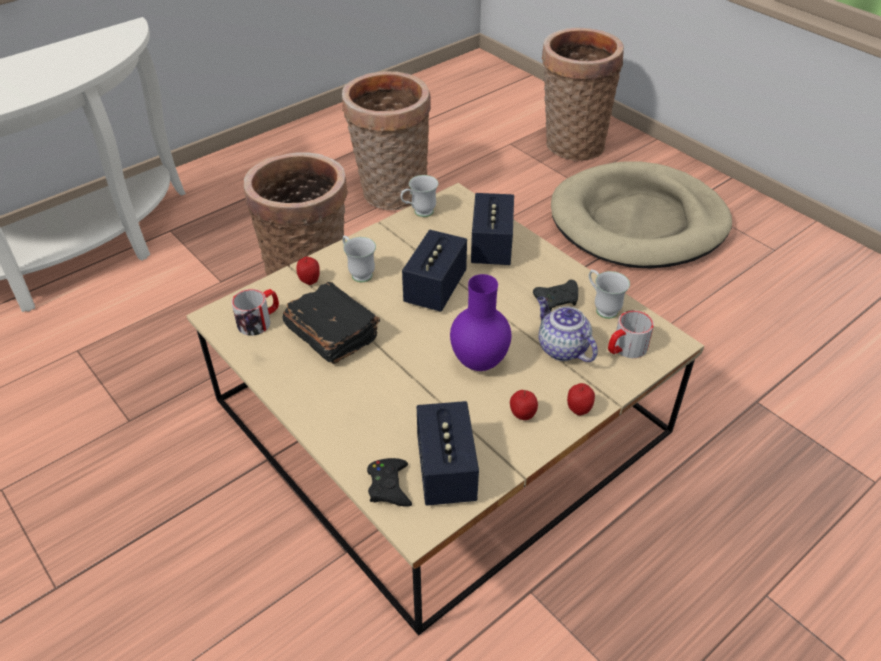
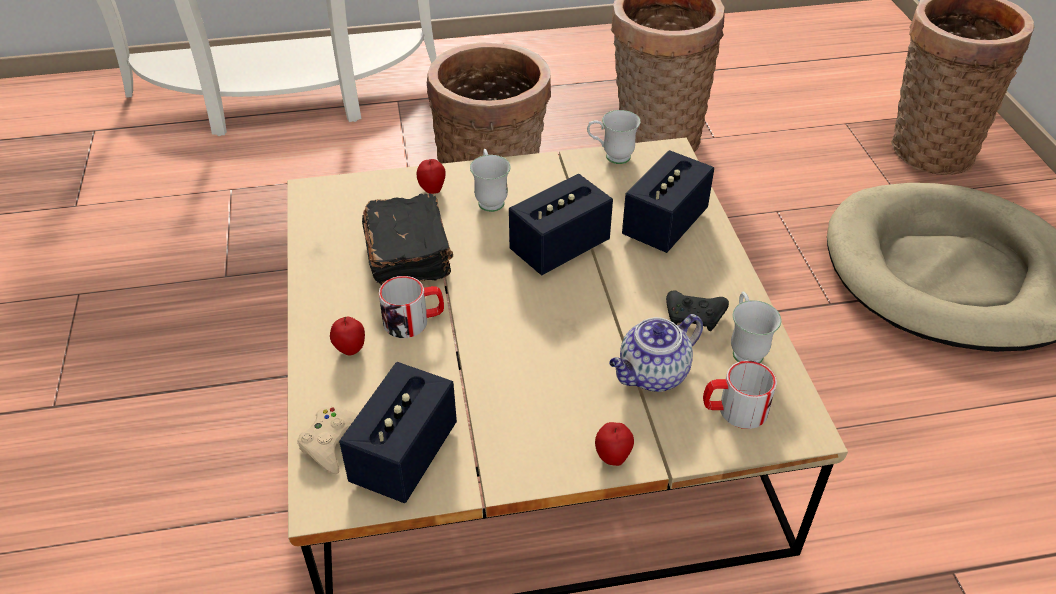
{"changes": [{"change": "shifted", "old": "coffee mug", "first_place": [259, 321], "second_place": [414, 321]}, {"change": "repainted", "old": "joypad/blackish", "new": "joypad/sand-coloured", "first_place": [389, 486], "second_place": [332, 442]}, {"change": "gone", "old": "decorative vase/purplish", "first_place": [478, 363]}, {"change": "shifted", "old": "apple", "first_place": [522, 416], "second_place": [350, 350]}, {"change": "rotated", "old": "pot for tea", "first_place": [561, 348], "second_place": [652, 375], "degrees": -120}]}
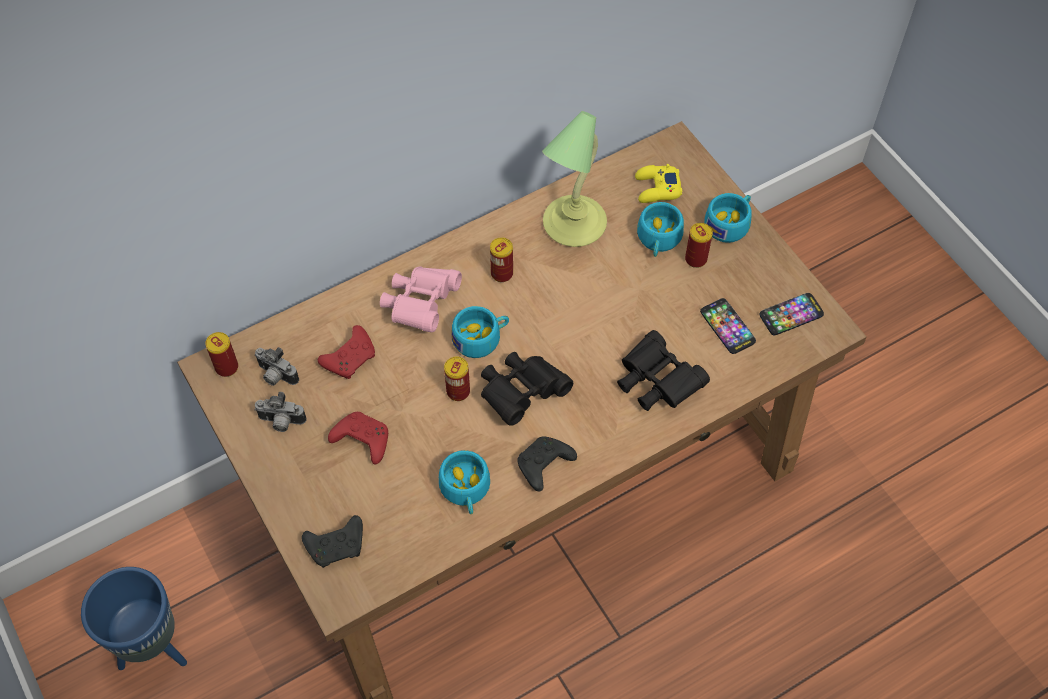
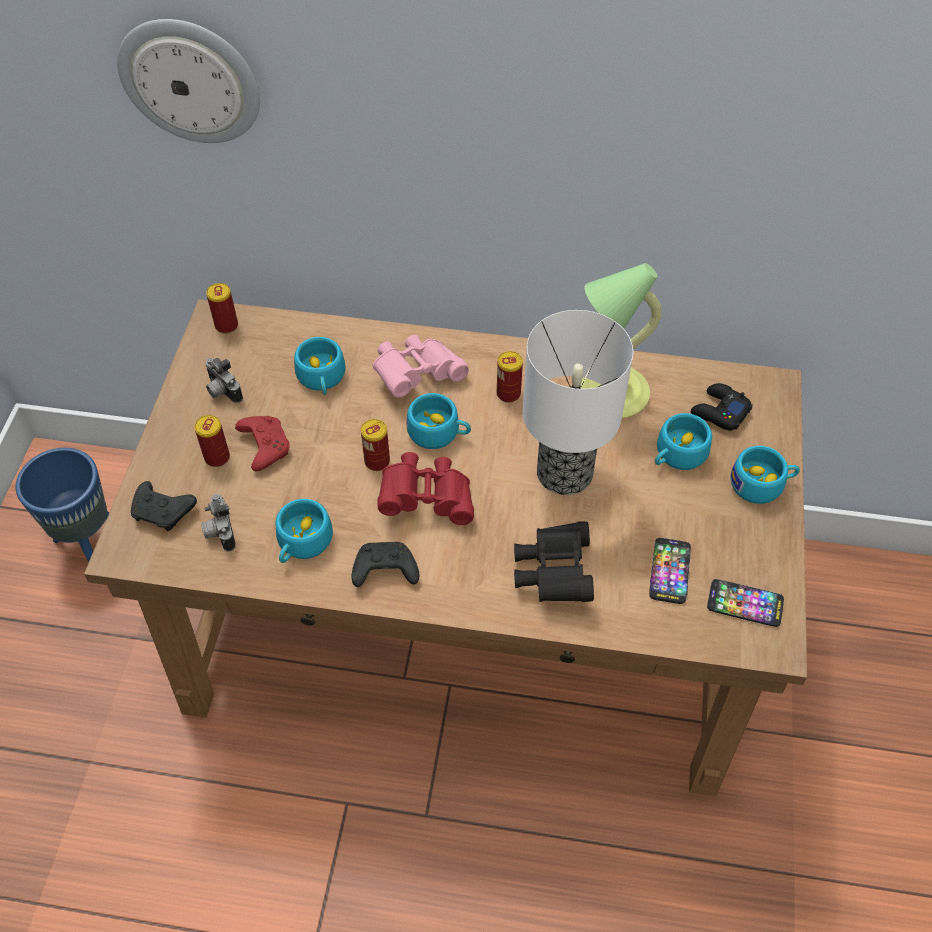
{"changes": [{"change": "shifted", "old": "still camera", "first_place": [275, 376], "second_place": [219, 531]}, {"change": "swapped", "old": "joypad/red-coloured", "new": "drinking cup/turquoise-coloured", "first_place": [351, 358], "second_place": [322, 379]}, {"change": "repainted", "old": "pair of binoculars/blackish", "new": "pair of binoculars/red-coloured", "first_place": [521, 393], "second_place": [427, 499]}, {"change": "repainted", "old": "joypad/yellow", "new": "joypad/blackish", "first_place": [657, 188], "second_place": [719, 412]}, {"change": "shifted", "old": "can", "first_place": [696, 259], "second_place": [217, 457]}, {"change": "new", "new": "wall clock", "second_place": [190, 80]}, {"change": "new", "new": "lamp for a table", "second_place": [566, 473]}]}
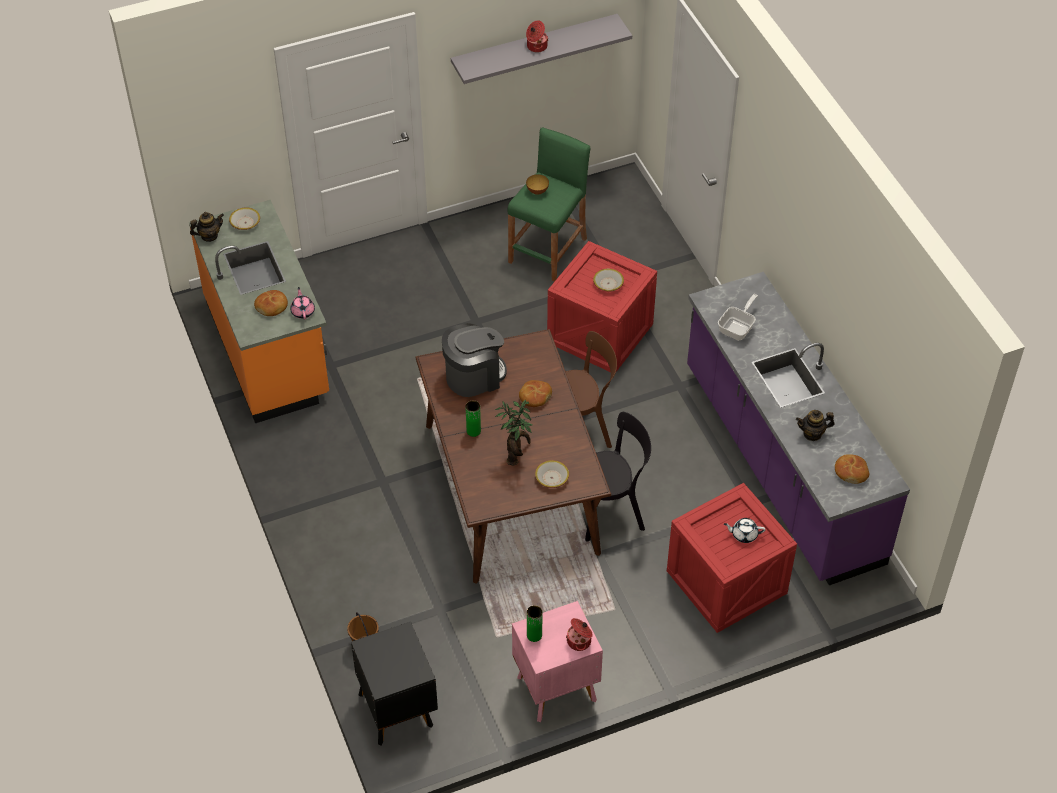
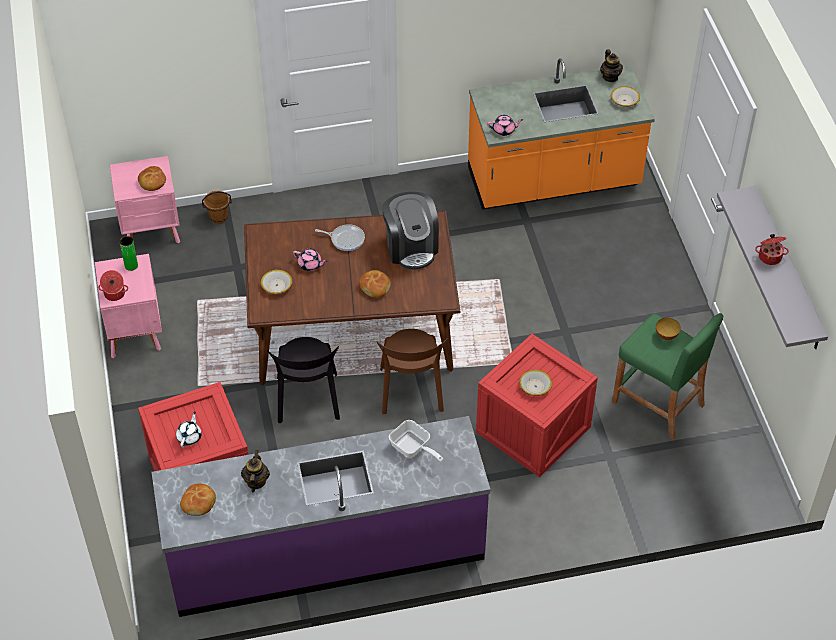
{"changes": [{"change": "shifted", "old": "bakery bread", "first_place": [272, 307], "second_place": [152, 182]}, {"change": "repainted", "old": "bedside table/blackish", "new": "bedside table/pink", "first_place": [396, 708], "second_place": [152, 231]}, {"change": "swapped", "old": "decorative vase/green", "new": "skillet", "first_place": [473, 431], "second_place": [345, 239]}, {"change": "swapped", "old": "plant in a pot", "new": "pot for tea/pink", "first_place": [516, 455], "second_place": [310, 265]}]}
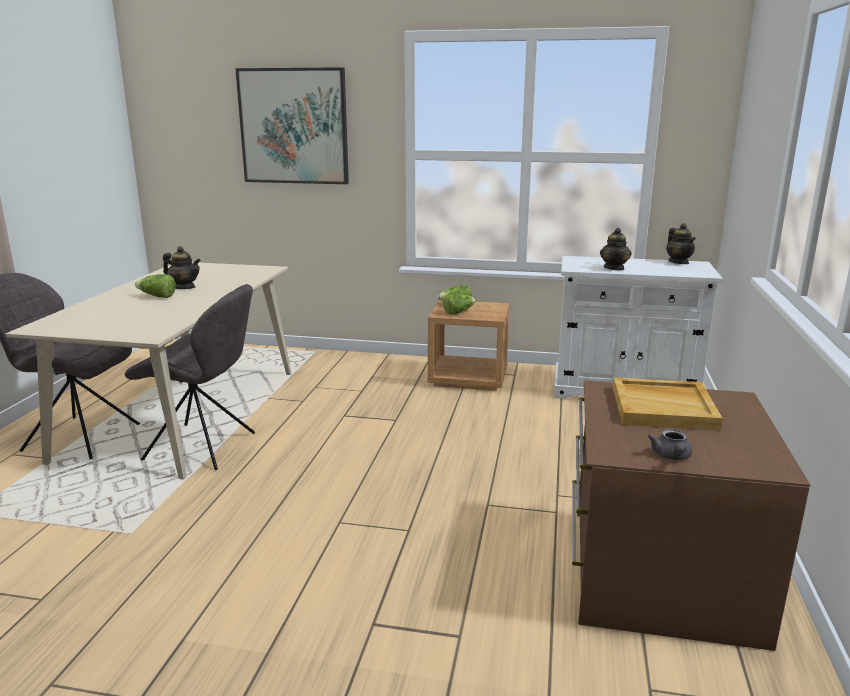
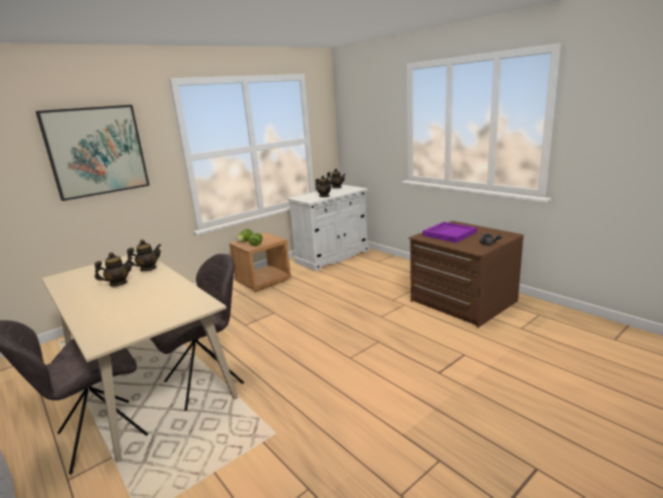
{"changes": [{"change": "gone", "old": "lettuce", "first_place": [157, 296]}, {"change": "repainted", "old": "serving tray/sand-coloured", "new": "serving tray/purplish", "first_place": [663, 407], "second_place": [449, 234]}, {"change": "new", "new": "pot for tea", "second_place": [148, 269]}]}
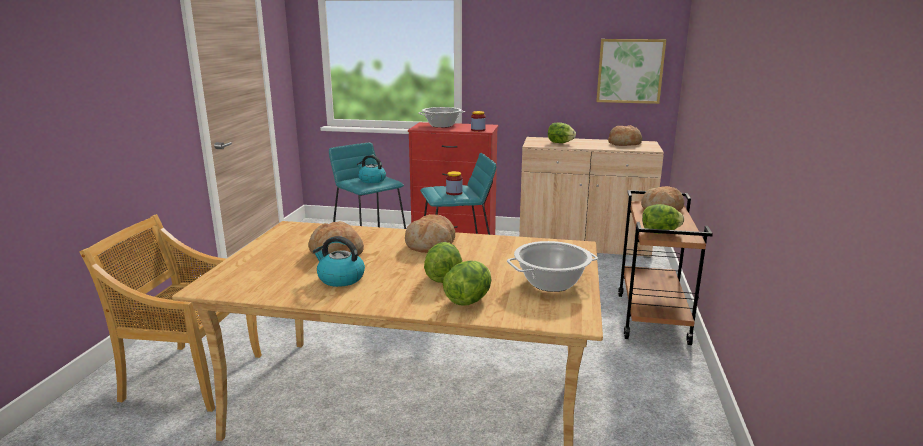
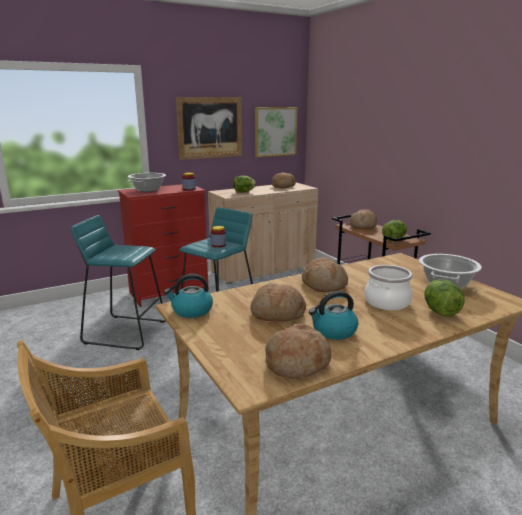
{"changes": [{"change": "shifted", "old": "kettle", "first_place": [371, 180], "second_place": [191, 311]}, {"change": "swapped", "old": "lettuce", "new": "saucepot", "first_place": [443, 276], "second_place": [387, 302]}, {"change": "new", "new": "picture", "second_place": [210, 127]}, {"change": "new", "new": "bakery bread", "second_place": [297, 362]}]}
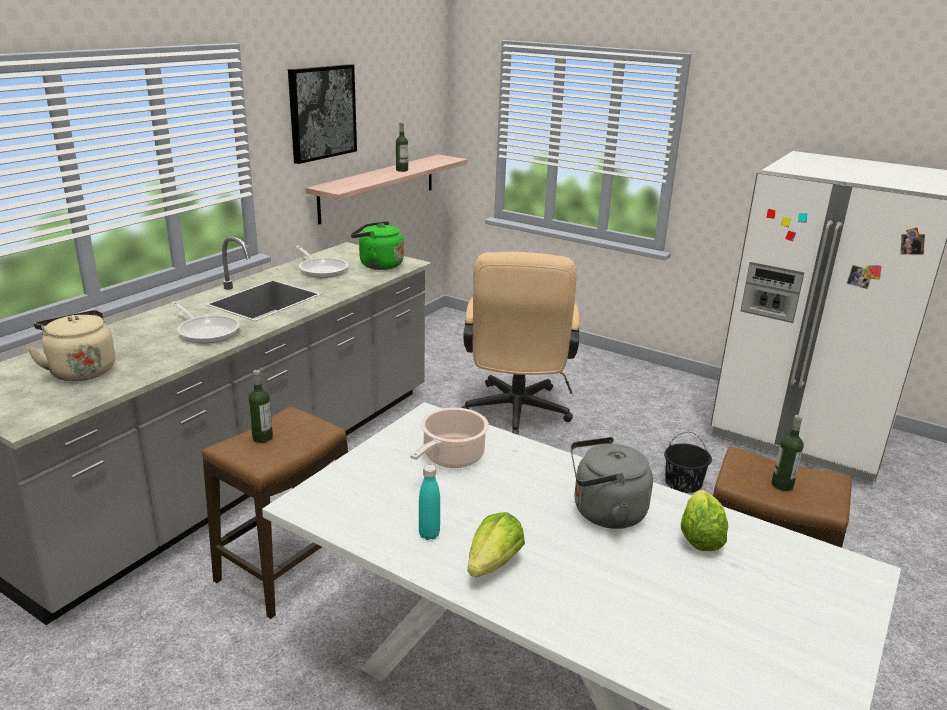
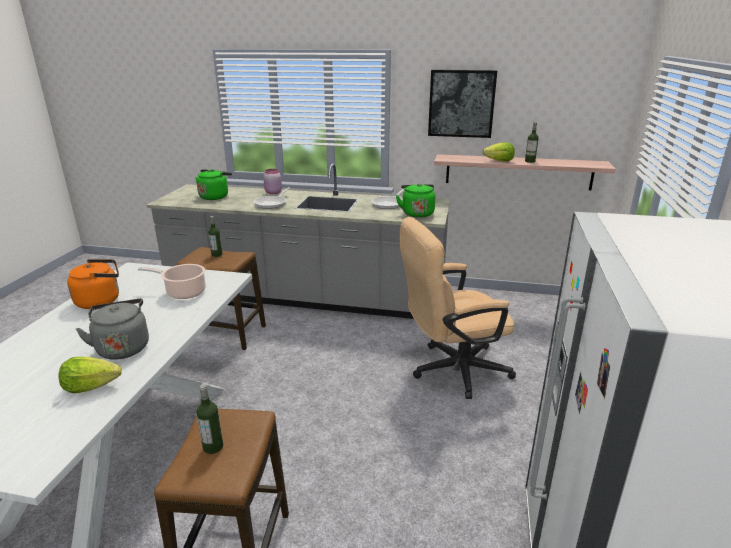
{"changes": [{"change": "repainted", "old": "kettle/sand-coloured", "new": "kettle/green", "first_place": [81, 370], "second_place": [215, 196]}, {"change": "swapped", "old": "drink bottle/turquoise-coloured", "new": "kettle/orangey", "first_place": [429, 534], "second_place": [101, 301]}, {"change": "shifted", "old": "lettuce", "first_place": [494, 564], "second_place": [499, 161]}, {"change": "gone", "old": "pail/blackish", "first_place": [682, 483]}, {"change": "new", "new": "preserve jar/pink", "second_place": [272, 192]}]}
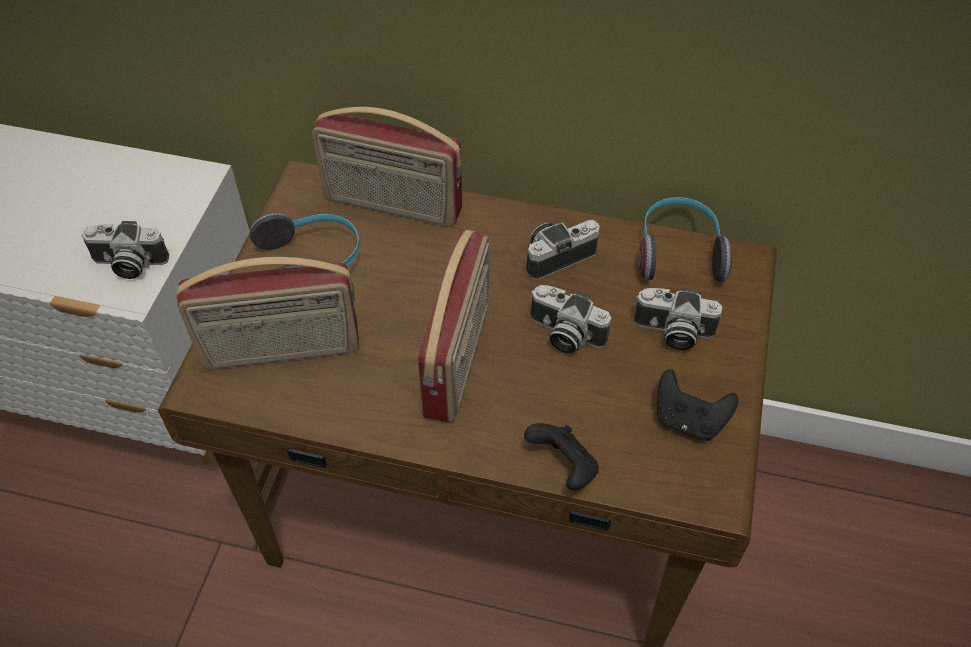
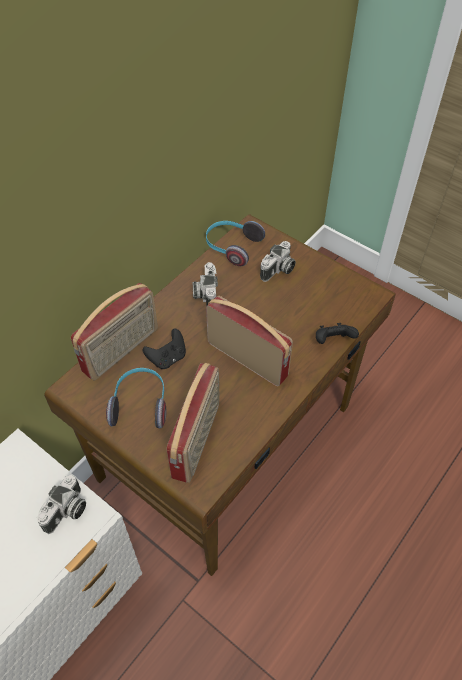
{"changes": [{"change": "gone", "old": "still camera", "first_place": [564, 334]}, {"change": "shifted", "old": "joypad/blackish", "first_place": [688, 420], "second_place": [167, 358]}]}
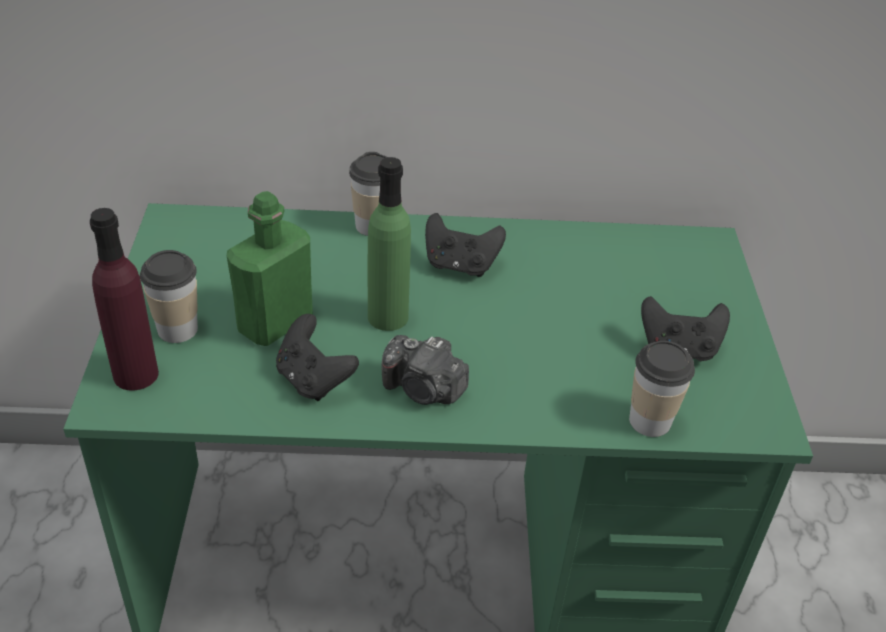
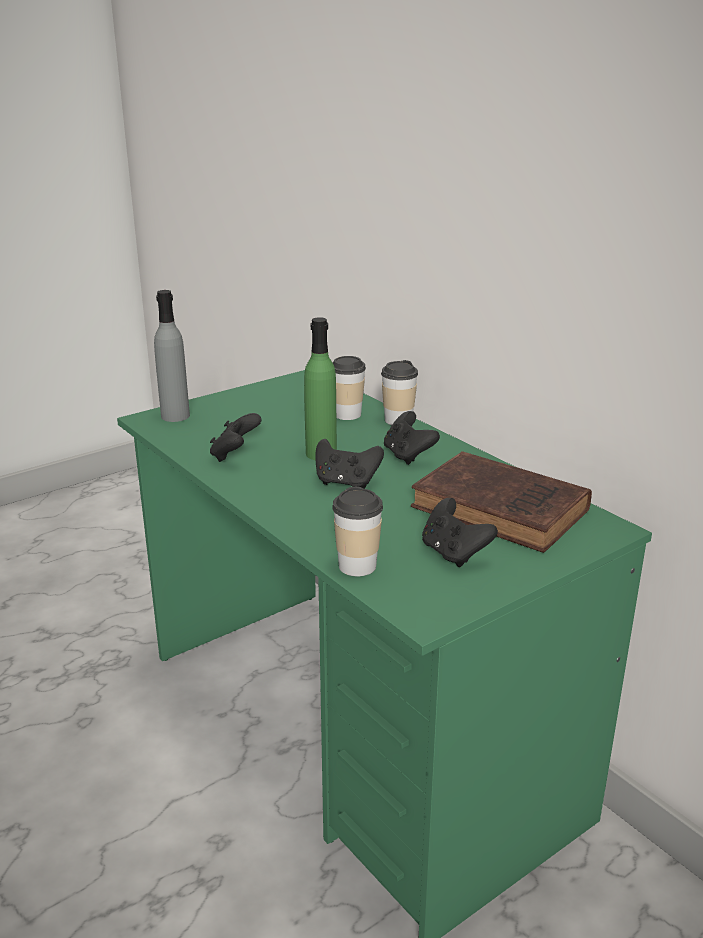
{"changes": [{"change": "repainted", "old": "drink bottle/purplish", "new": "drink bottle/grey", "first_place": [135, 374], "second_place": [175, 416]}, {"change": "shifted", "old": "drinking cup", "first_place": [177, 329], "second_place": [347, 414]}, {"change": "gone", "old": "drink bottle/green", "first_place": [275, 323]}, {"change": "gone", "old": "still camera", "first_place": [423, 390]}, {"change": "new", "new": "joypad/blackish", "second_place": [346, 483]}, {"change": "new", "new": "volume/brown", "second_place": [504, 510]}]}
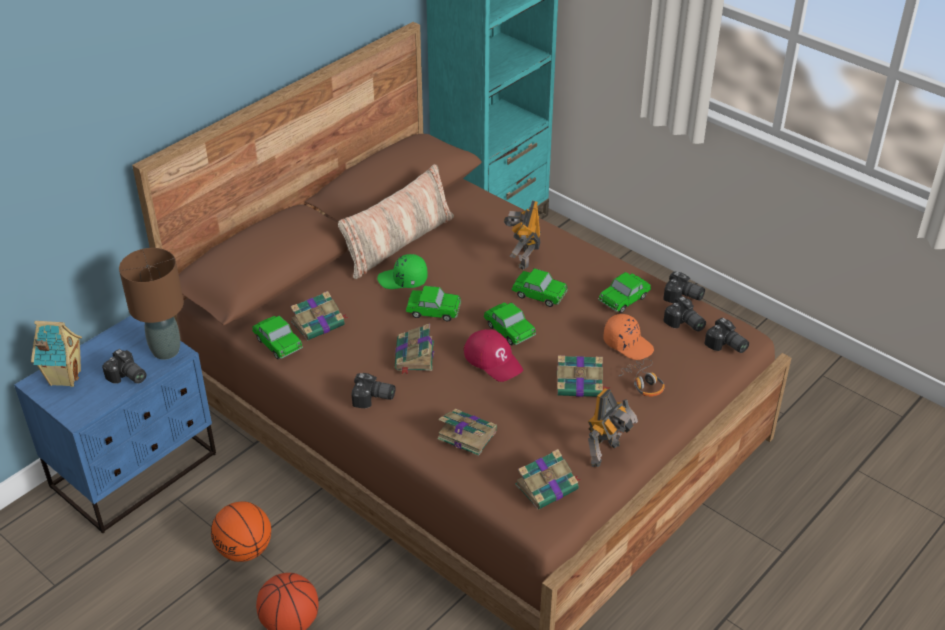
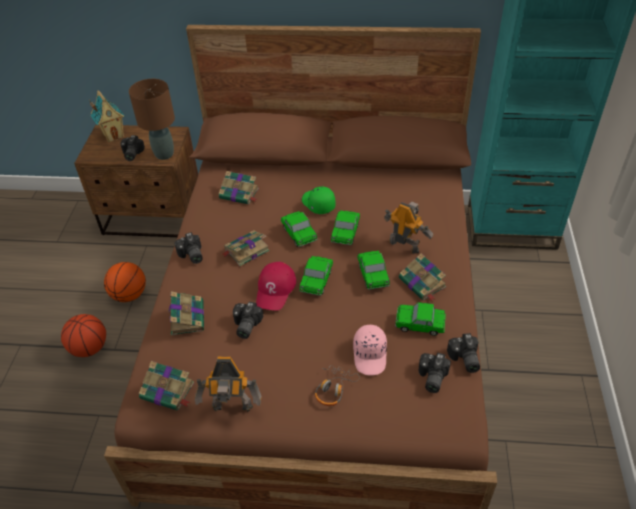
{"changes": [{"change": "repainted", "old": "bedside table/bluish", "new": "bedside table/brown", "first_place": [136, 471], "second_place": [154, 218]}, {"change": "shifted", "old": "toy car", "first_place": [278, 344], "second_place": [345, 233]}, {"change": "gone", "old": "pillow", "first_place": [398, 243]}, {"change": "rotated", "old": "toy robot", "first_place": [523, 258], "second_place": [404, 245], "degrees": 60}, {"change": "shifted", "old": "volume", "first_place": [580, 384], "second_place": [422, 283]}, {"change": "repainted", "old": "cap/orangey", "new": "cap/pink", "first_place": [628, 344], "second_place": [370, 355]}, {"change": "shifted", "old": "still camera", "first_place": [726, 346], "second_place": [245, 326]}]}
